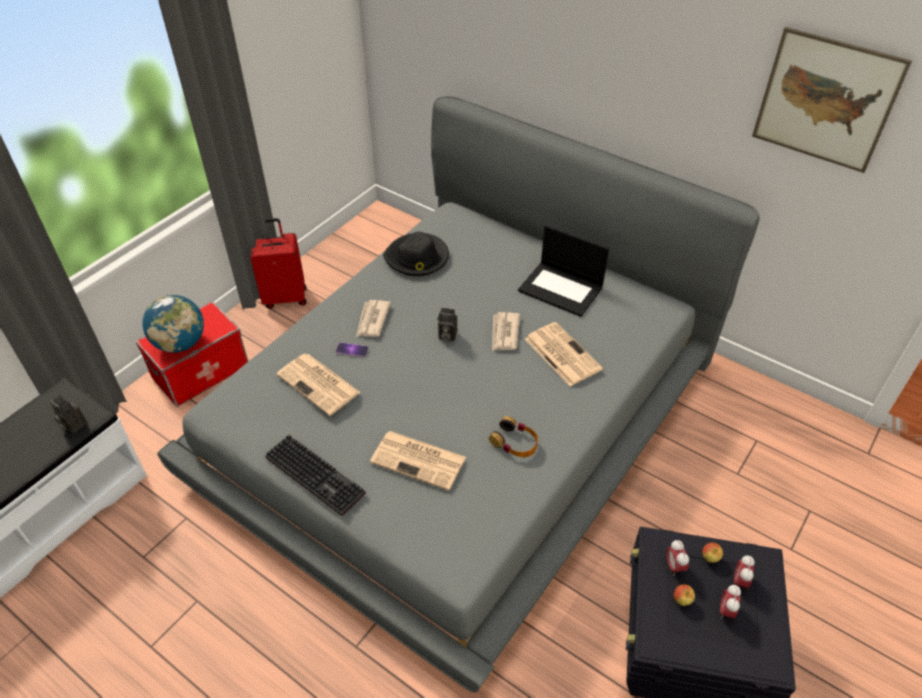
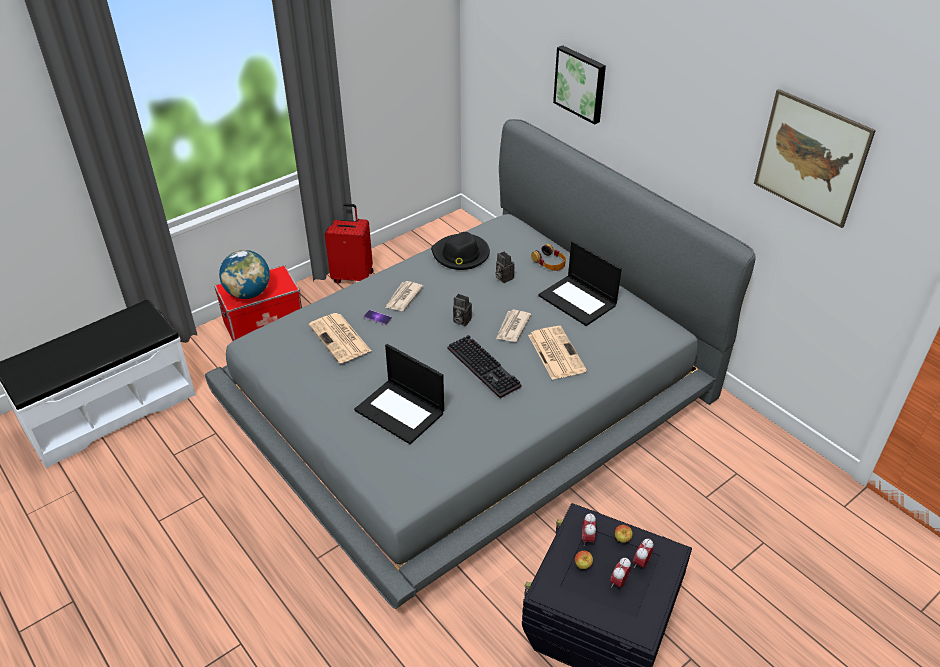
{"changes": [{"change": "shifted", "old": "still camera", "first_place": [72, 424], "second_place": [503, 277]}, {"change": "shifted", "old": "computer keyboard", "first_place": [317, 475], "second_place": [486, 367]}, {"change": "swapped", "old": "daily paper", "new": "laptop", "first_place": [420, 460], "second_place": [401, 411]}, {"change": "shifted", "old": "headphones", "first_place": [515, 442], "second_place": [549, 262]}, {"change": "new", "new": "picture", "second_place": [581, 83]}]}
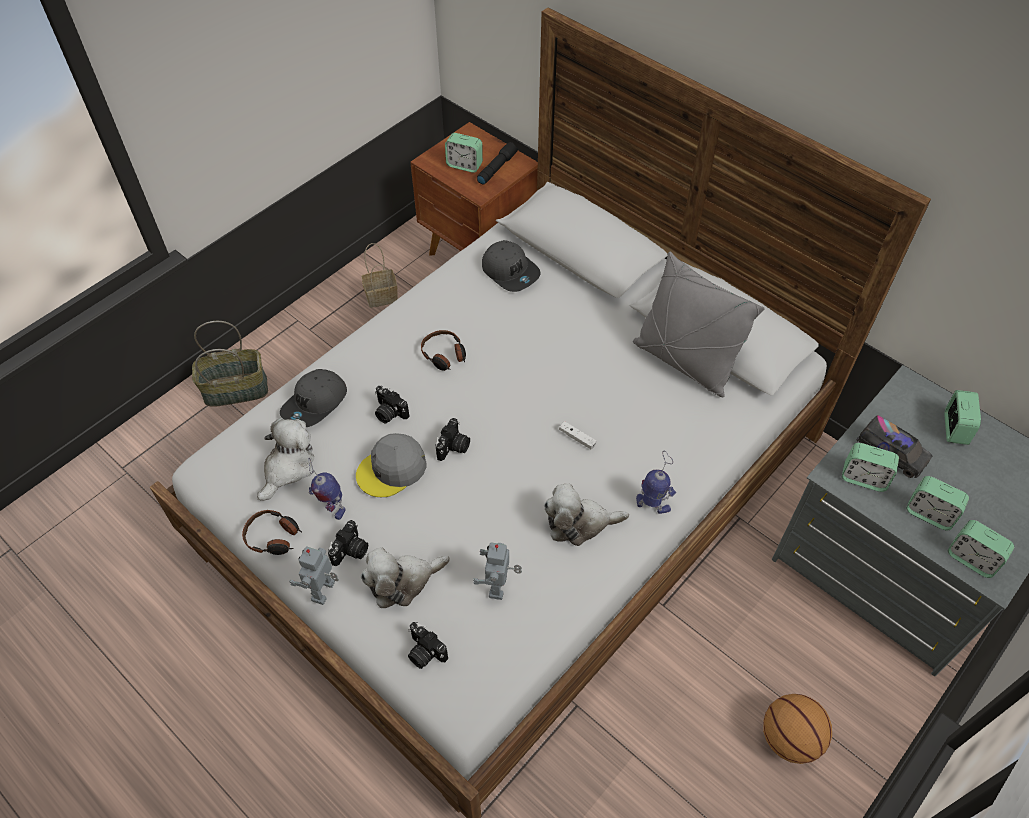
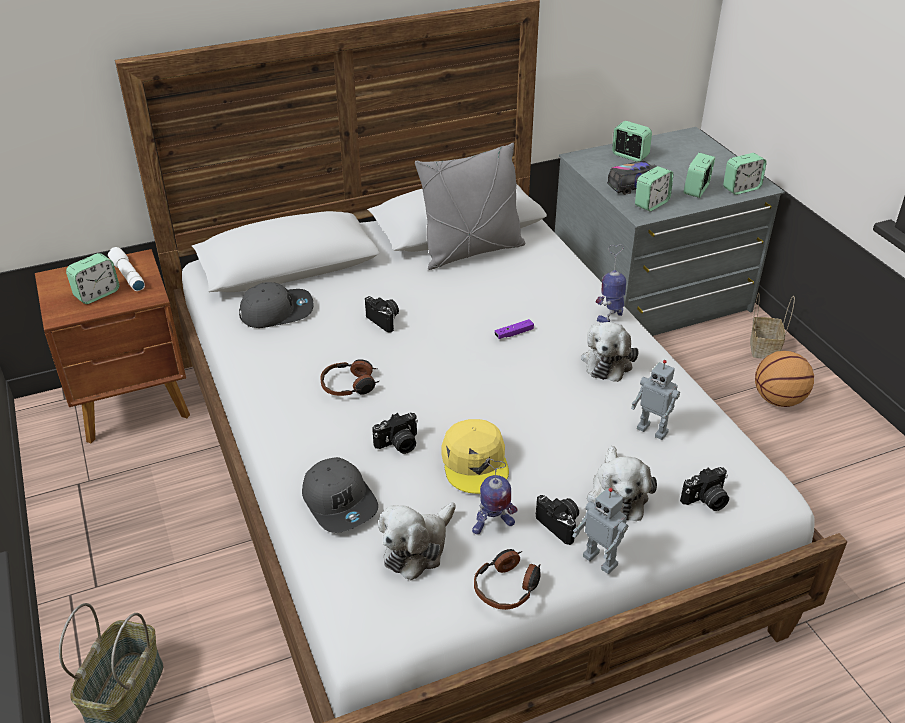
{"changes": [{"change": "rotated", "old": "cuddly toy", "first_place": [288, 467], "second_place": [417, 548], "degrees": -105}, {"change": "repainted", "old": "cap/grey", "new": "cap/yellow", "first_place": [392, 469], "second_place": [475, 462]}, {"change": "shifted", "old": "storage basket", "first_place": [382, 296], "second_place": [763, 347]}, {"change": "shifted", "old": "still camera", "first_place": [454, 447], "second_place": [385, 320]}, {"change": "repainted", "old": "torch/blackish", "new": "torch/white", "first_place": [497, 168], "second_place": [127, 275]}, {"change": "repainted", "old": "joypad/white", "new": "joypad/purplish", "first_place": [577, 438], "second_place": [514, 333]}, {"change": "rotated", "old": "table clock", "first_place": [929, 513], "second_place": [696, 190], "degrees": 150}]}
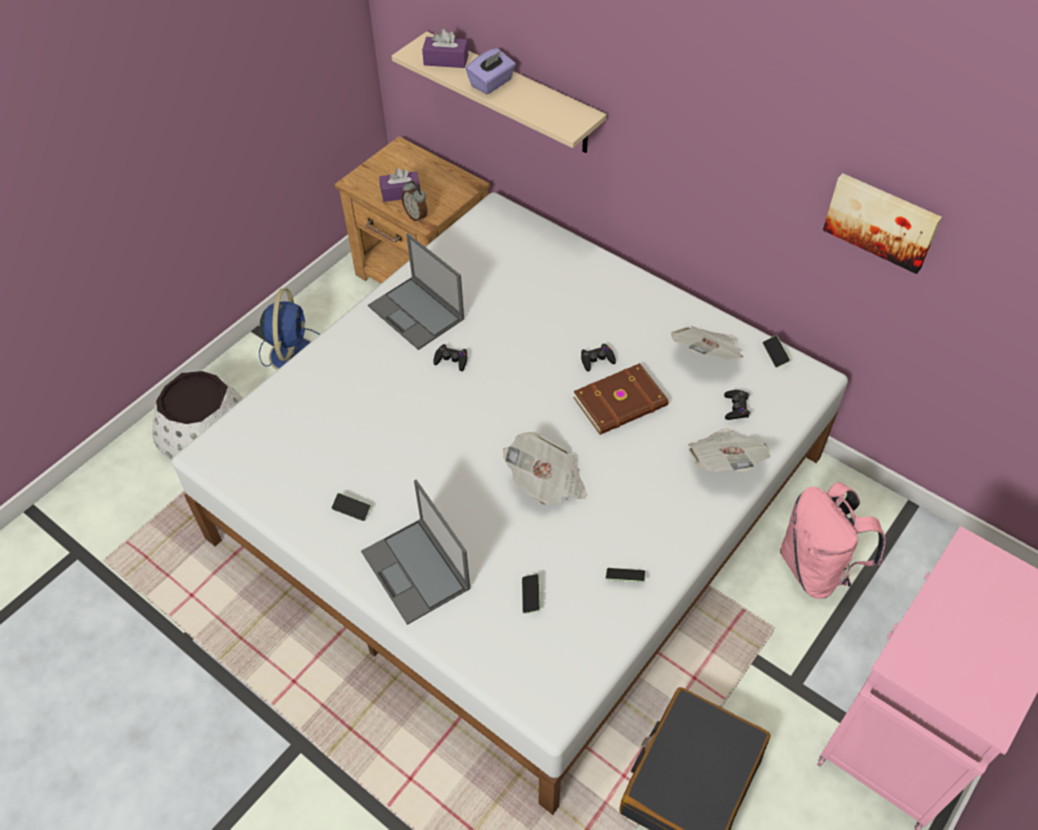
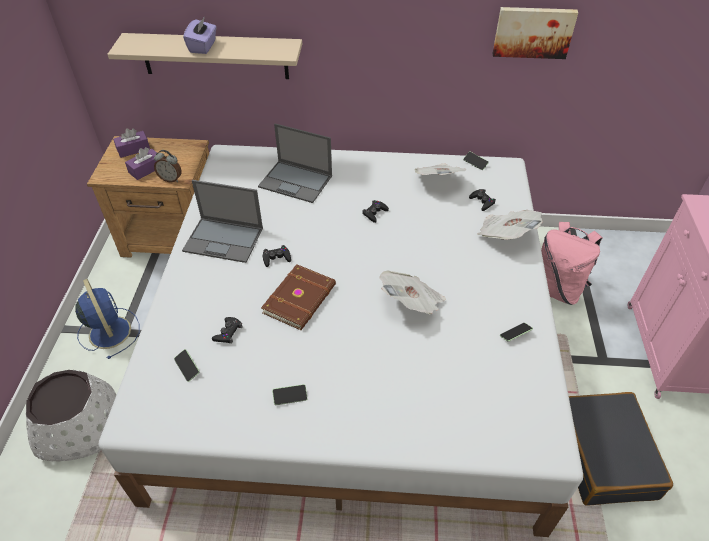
{"changes": [{"change": "shifted", "old": "laptop", "first_place": [416, 571], "second_place": [296, 181]}, {"change": "shifted", "old": "tissue holder/purplish", "first_place": [446, 60], "second_place": [133, 149]}, {"change": "shifted", "old": "phone", "first_place": [531, 596], "second_place": [187, 368]}, {"change": "shifted", "old": "volume/brown", "first_place": [621, 403], "second_place": [301, 299]}, {"change": "new", "new": "joypad/blackish", "second_place": [228, 333]}]}
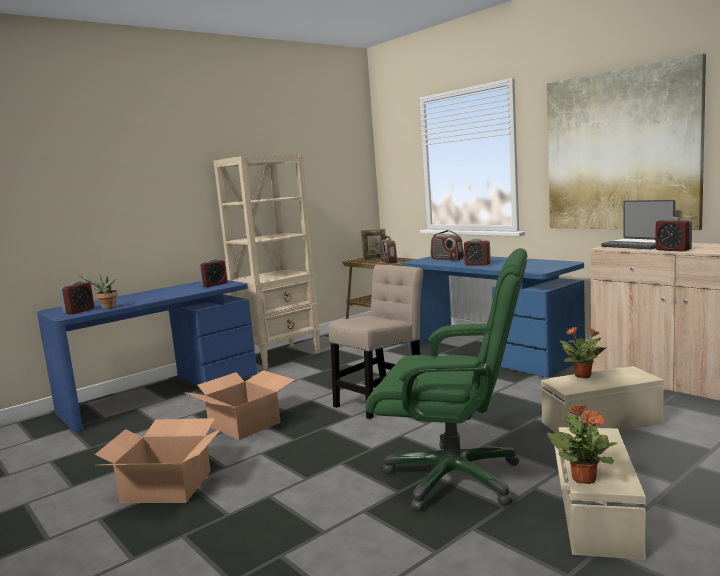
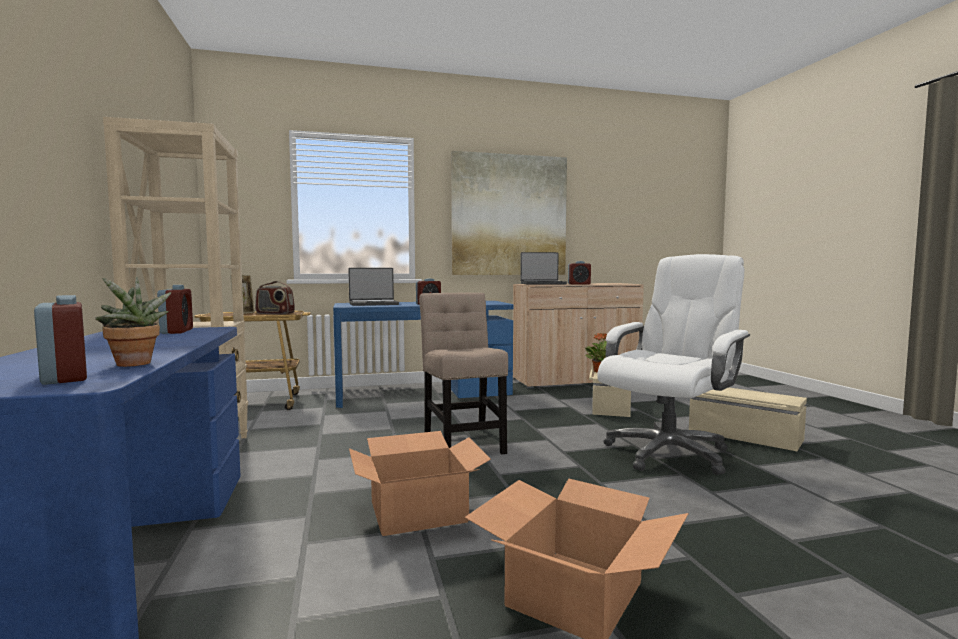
{"changes": [{"change": "repainted", "old": "office chair/green", "new": "office chair/white", "first_place": [455, 478], "second_place": [668, 453]}, {"change": "swapped", "old": "radio receiver", "new": "laptop", "first_place": [447, 259], "second_place": [373, 304]}, {"change": "gone", "old": "plant in a pot", "first_place": [583, 478]}]}
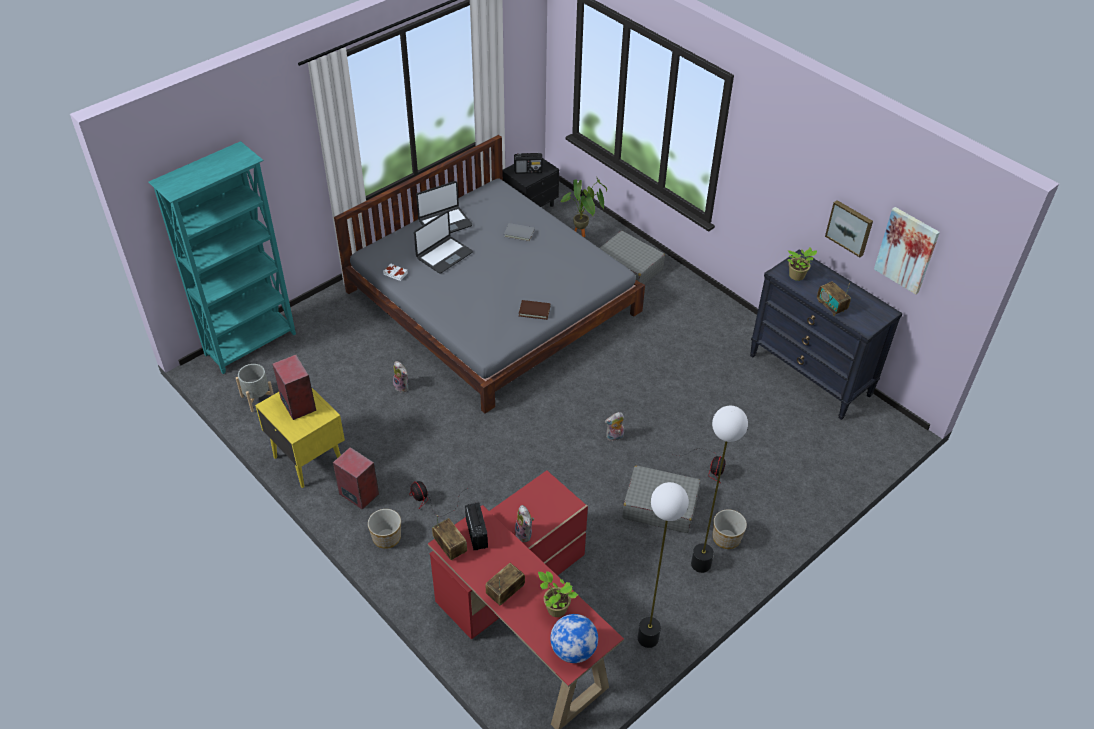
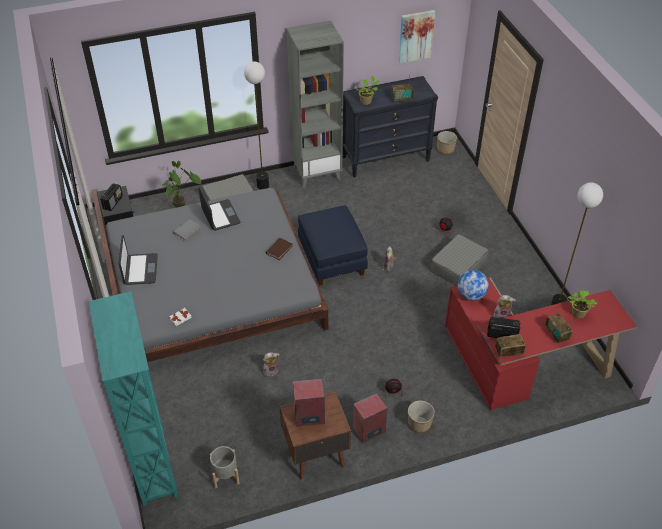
{"changes": [{"change": "repainted", "old": "bedside table/yellow", "new": "bedside table/brown", "first_place": [308, 458], "second_place": [314, 455]}, {"change": "shifted", "old": "laptop", "first_place": [444, 255], "second_place": [220, 216]}, {"change": "shifted", "old": "world globe", "first_place": [573, 650], "second_place": [471, 295]}, {"change": "shifted", "old": "standing lamp", "first_place": [701, 564], "second_place": [263, 185]}, {"change": "shifted", "old": "plant pot", "first_place": [726, 538], "second_place": [445, 149]}, {"change": "gone", "old": "picture", "first_place": [850, 227]}, {"change": "new", "new": "bookshelf/grey", "second_place": [317, 173]}, {"change": "new", "new": "ottoman/bluish", "second_place": [331, 259]}]}
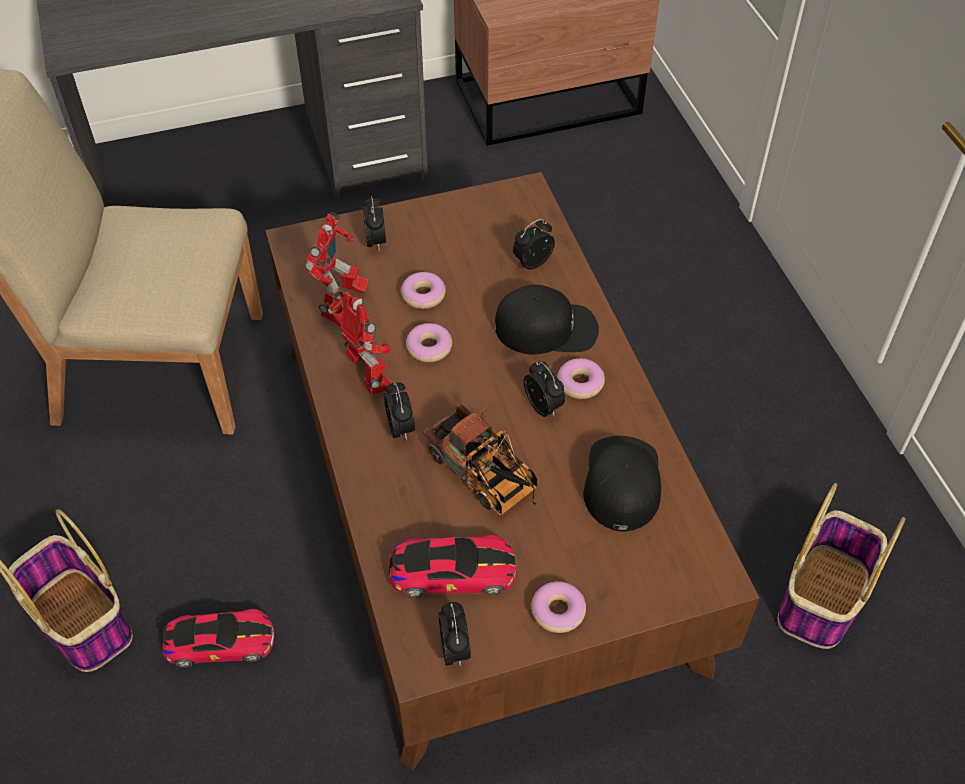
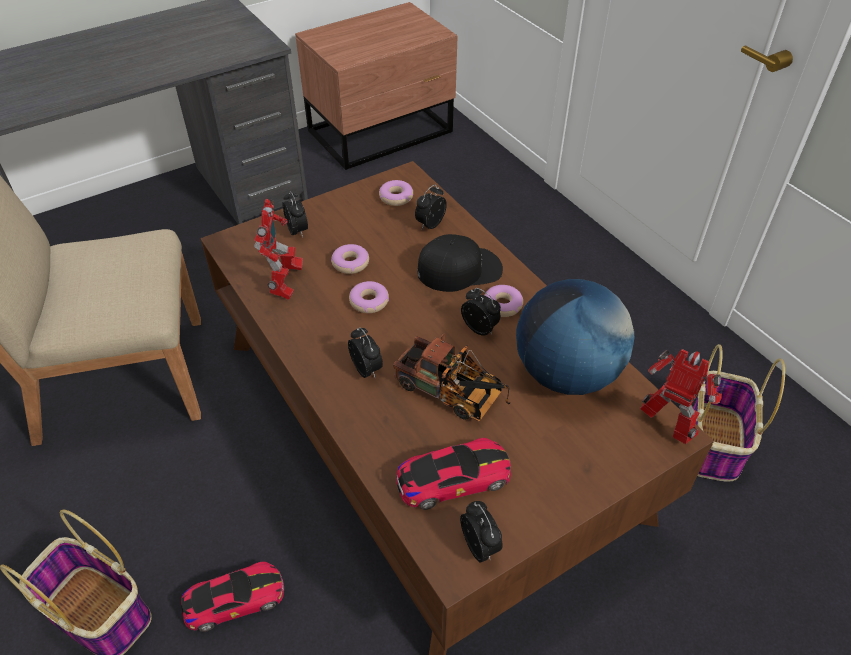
{"changes": [{"change": "shifted", "old": "toy robot", "first_place": [369, 378], "second_place": [667, 428]}, {"change": "shifted", "old": "doughnut", "first_place": [558, 611], "second_place": [396, 197]}, {"change": "swapped", "old": "cap/blackish", "new": "world globe", "first_place": [621, 482], "second_place": [566, 374]}]}
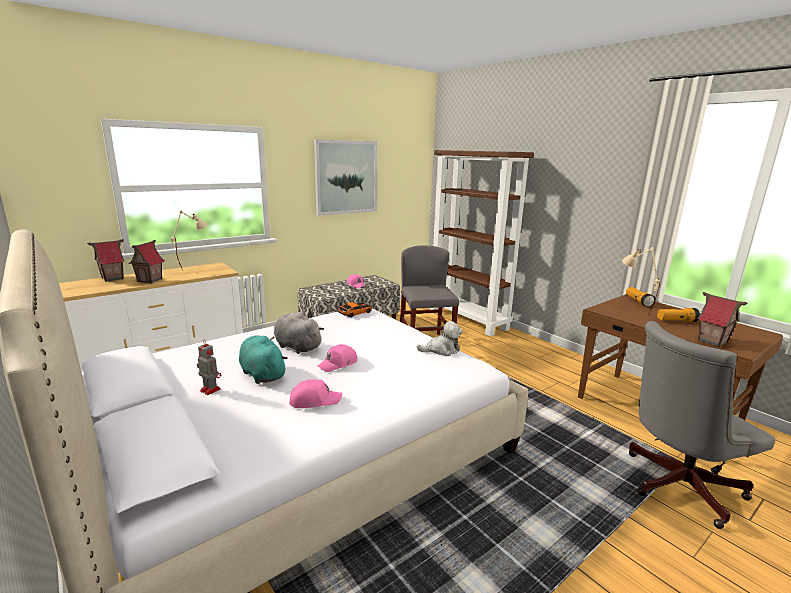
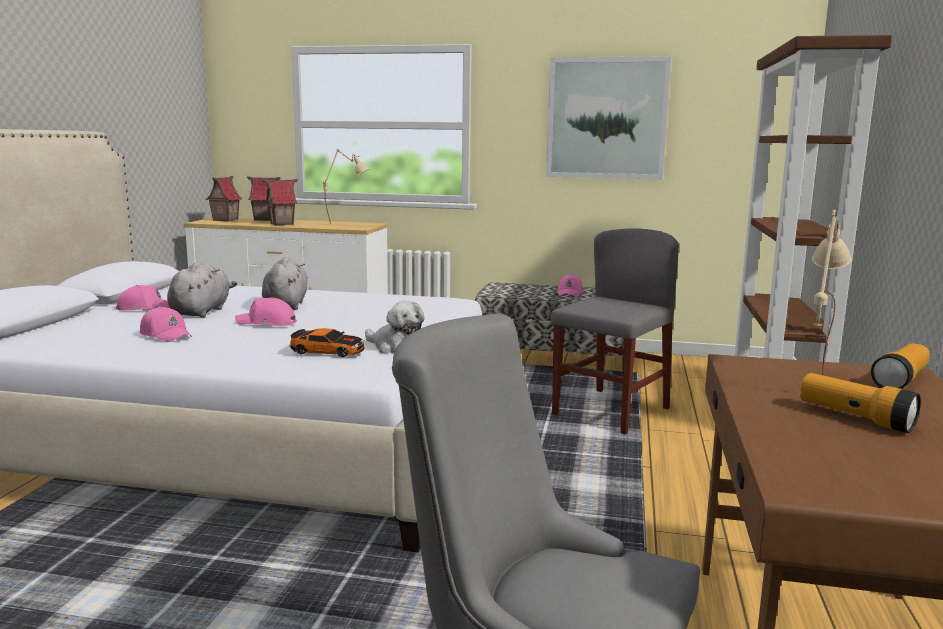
{"changes": [{"change": "swapped", "old": "toy robot", "new": "cap/pink", "first_place": [210, 389], "second_place": [145, 308]}, {"change": "repainted", "old": "cuddly toy/turquoise-coloured", "new": "cuddly toy/grey", "first_place": [262, 374], "second_place": [201, 312]}, {"change": "shifted", "old": "toy car", "first_place": [354, 312], "second_place": [328, 350]}, {"change": "shifted", "old": "toy house", "first_place": [712, 341], "second_place": [225, 220]}]}
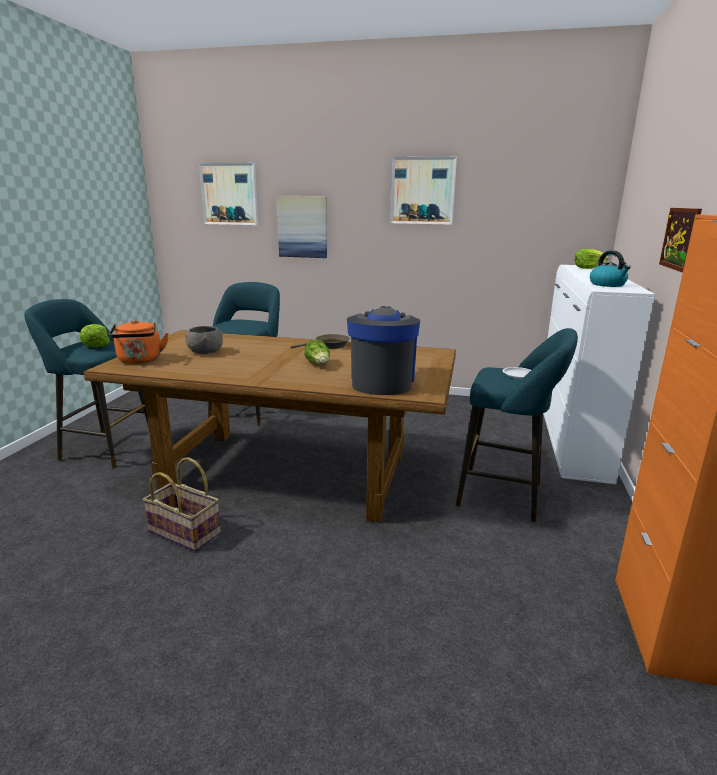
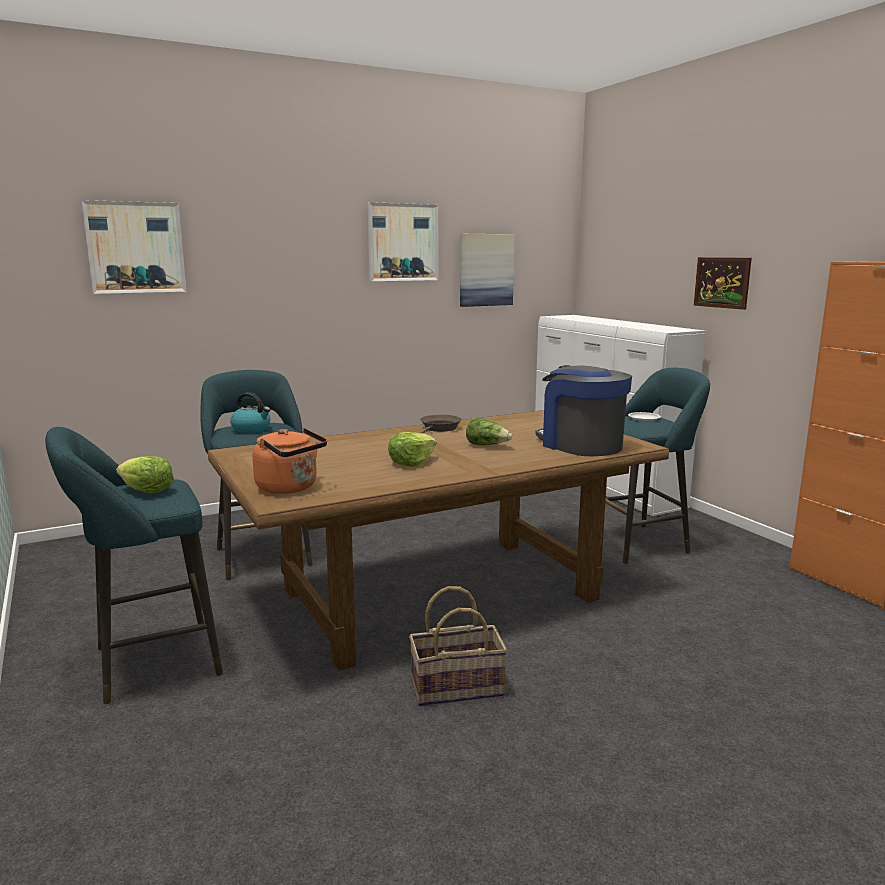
{"changes": [{"change": "gone", "old": "bowl/grey", "first_place": [205, 352]}, {"change": "shifted", "old": "picture", "first_place": [302, 227], "second_place": [486, 270]}, {"change": "shifted", "old": "lettuce", "first_place": [588, 268], "second_place": [411, 463]}, {"change": "shifted", "old": "kettle", "first_place": [608, 284], "second_place": [252, 429]}]}
